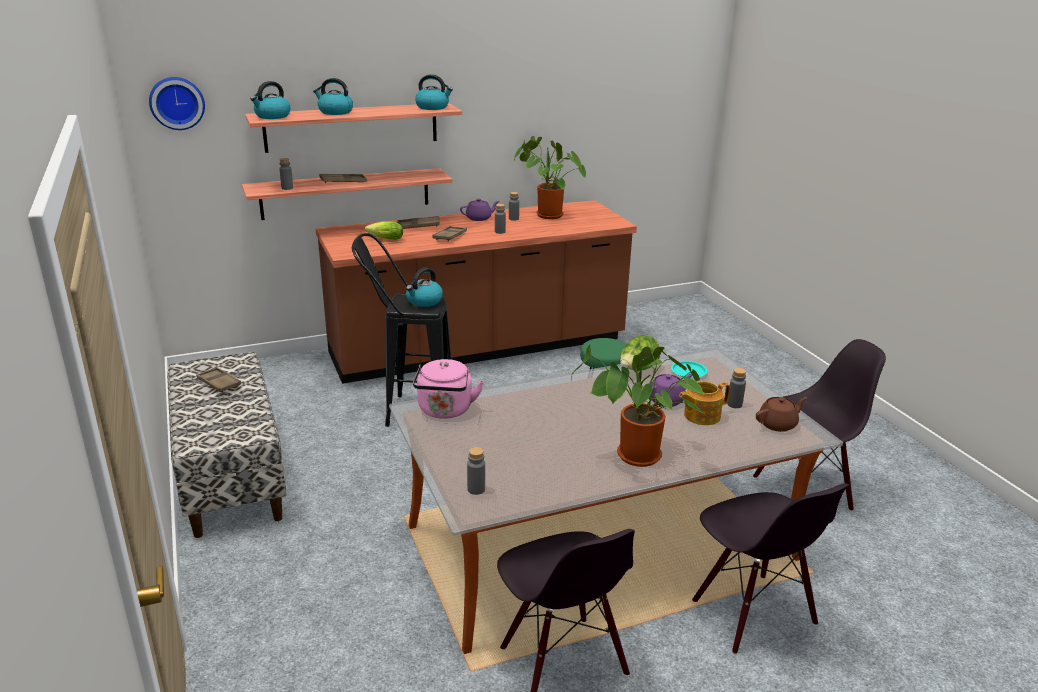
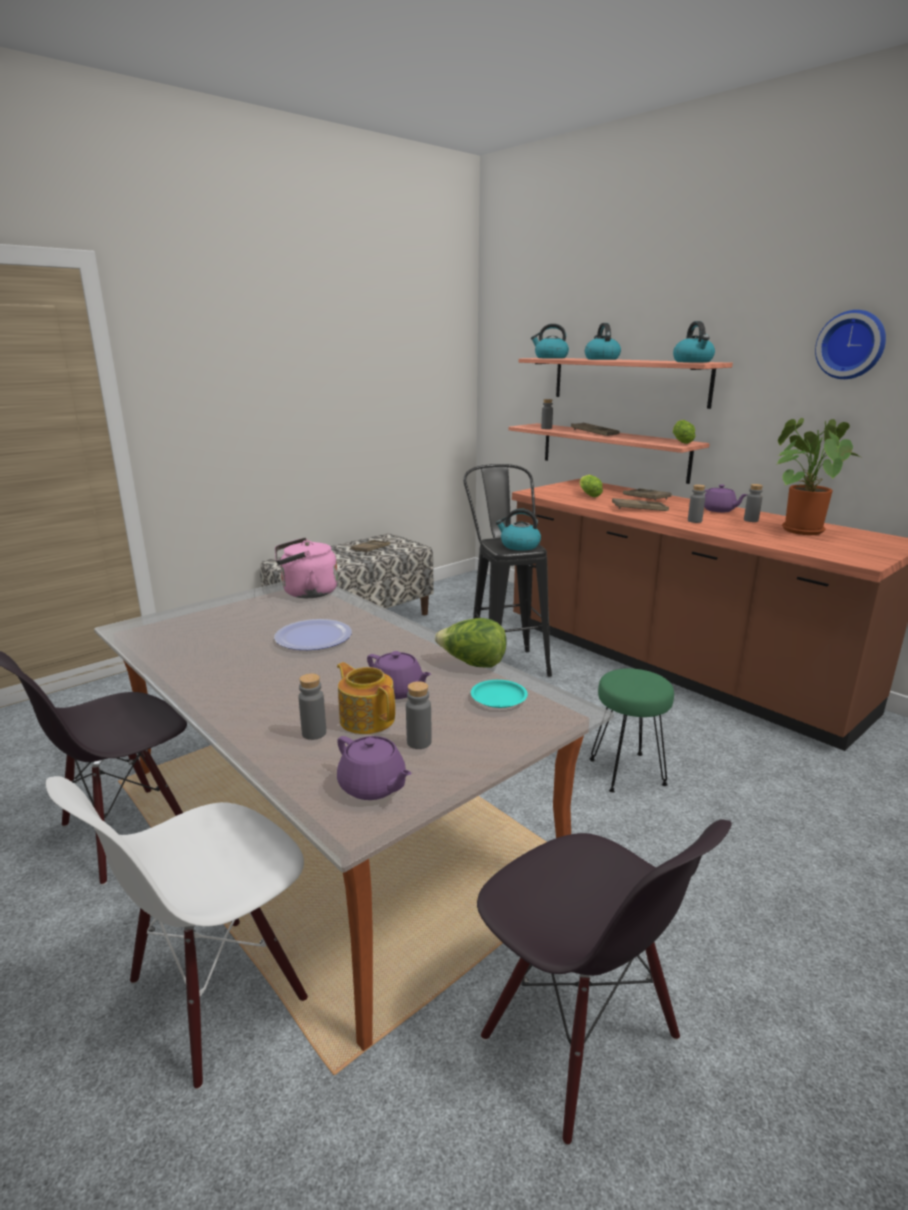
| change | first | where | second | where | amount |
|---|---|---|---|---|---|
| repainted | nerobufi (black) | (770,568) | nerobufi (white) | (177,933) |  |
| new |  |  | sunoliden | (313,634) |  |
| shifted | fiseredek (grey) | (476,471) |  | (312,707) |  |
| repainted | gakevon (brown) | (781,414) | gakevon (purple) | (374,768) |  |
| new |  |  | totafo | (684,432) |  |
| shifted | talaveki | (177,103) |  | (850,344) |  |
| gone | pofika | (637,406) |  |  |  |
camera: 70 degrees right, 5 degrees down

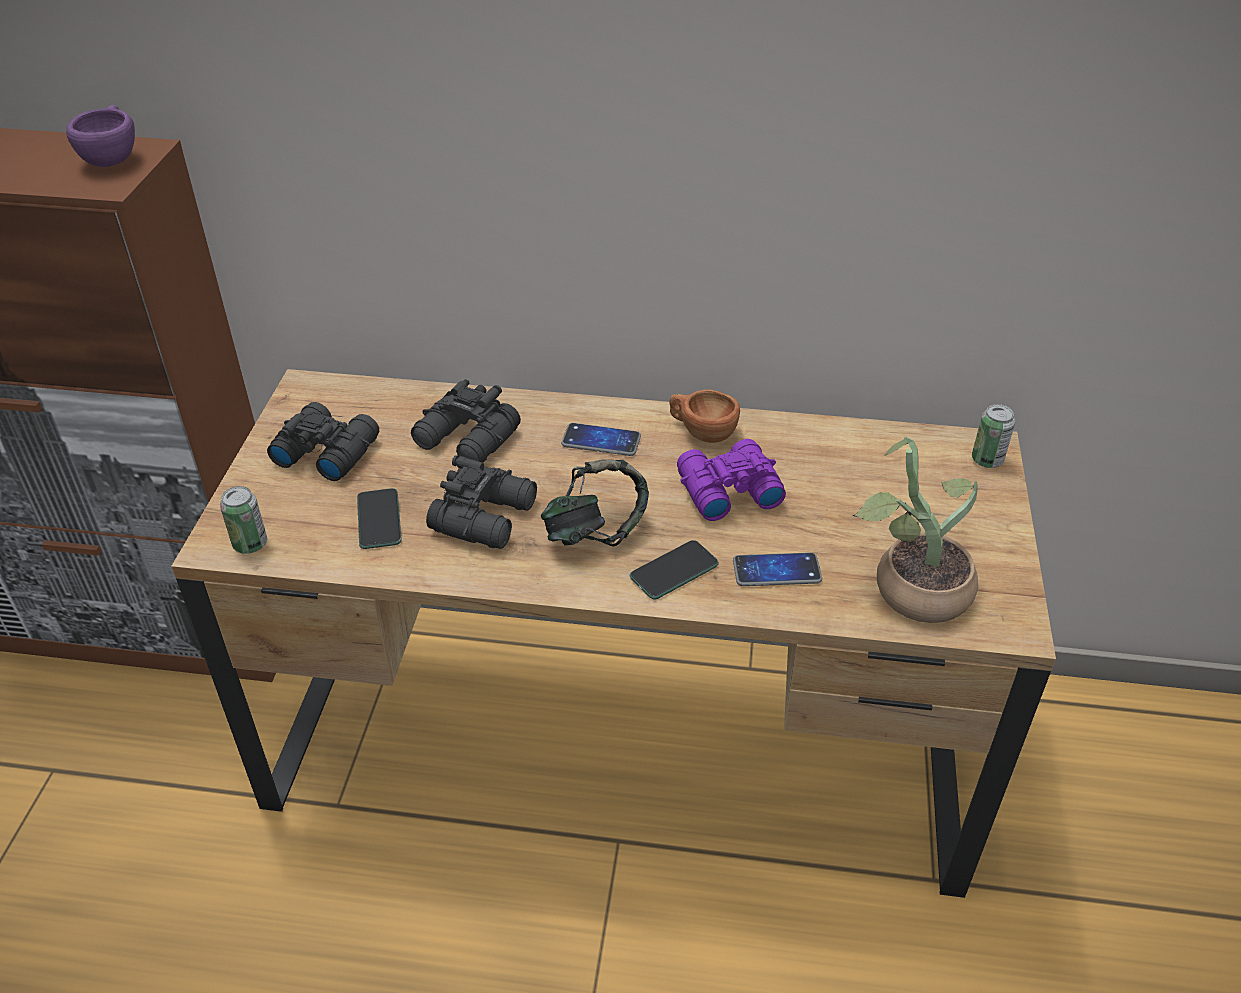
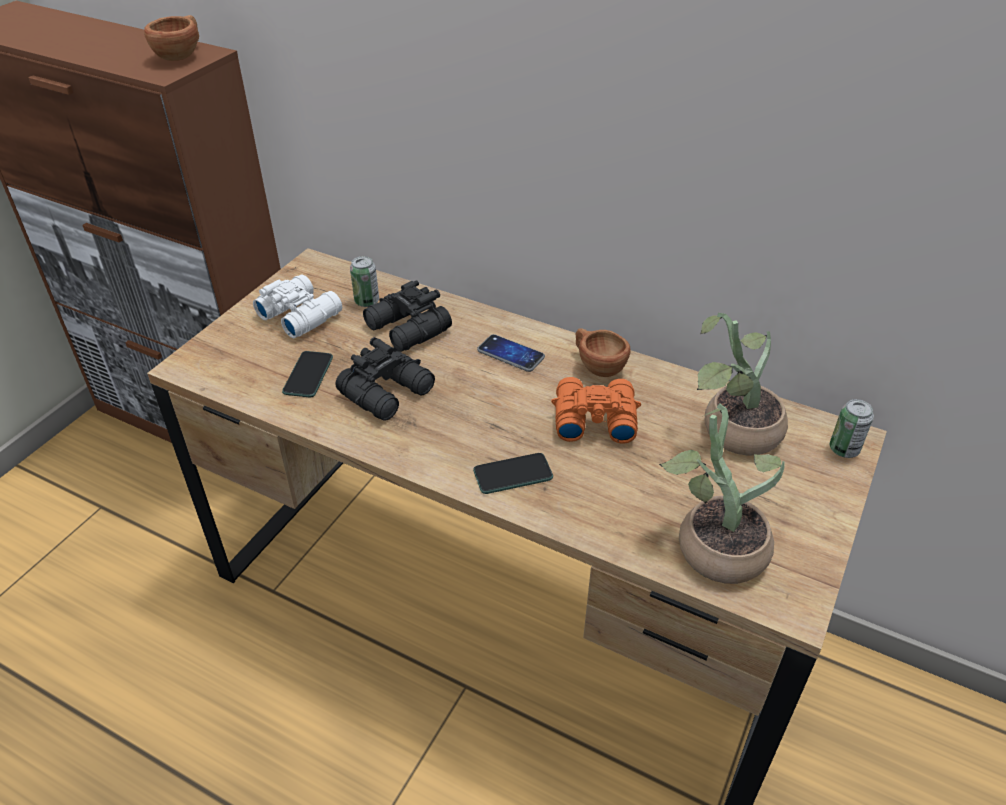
| change | first | where | second | where | amount |
|---|---|---|---|---|---|
| repainted | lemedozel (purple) | (100,136) | lemedozel (brown) | (171,38) |  |
| repainted | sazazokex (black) | (323,441) | sazazokex (white) | (297,306) |  |
| shifted | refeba | (243,520) |  | (364,281) |  |
| repainted | sazazokex (purple) | (731,480) | sazazokex (orange) | (596,410) |  |
| new |  |  | pofika | (742,384) |  |
| gone | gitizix | (595,502) |  |  |  |
| gone | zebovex | (777,569) |  |  |  |
camera: 20 degrees right, 0 degrees up

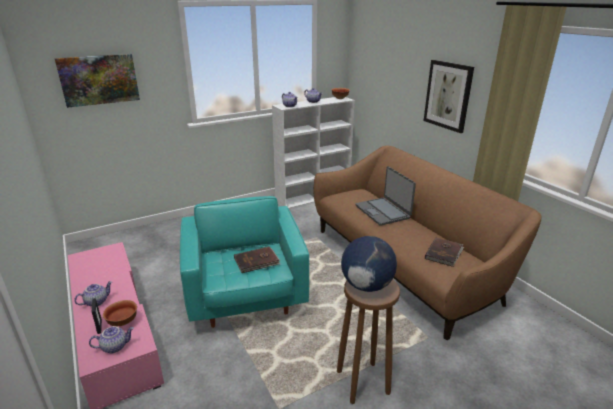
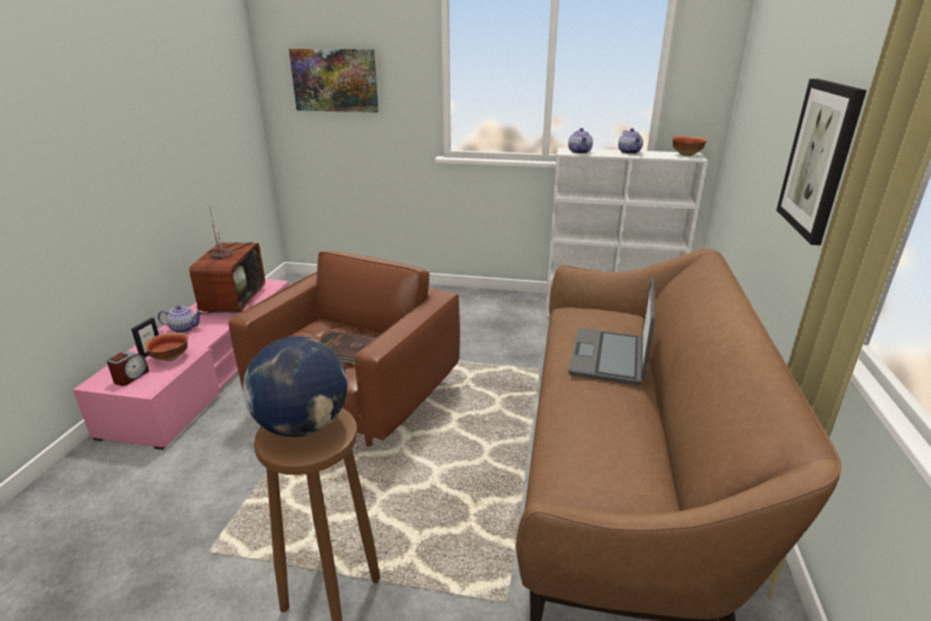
| change | first | where | second | where | amount |
|---|---|---|---|---|---|
| swapped | gakevon | (111,339) | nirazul | (128,368) |  |
| new |  |  | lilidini | (227,259) |  |
| repainted | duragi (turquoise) | (244,262) | duragi (brown) | (344,349) |  |
| gone | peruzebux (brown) | (444,252) |  |  |  |
camera: 40 degrees right, 0 degrees up

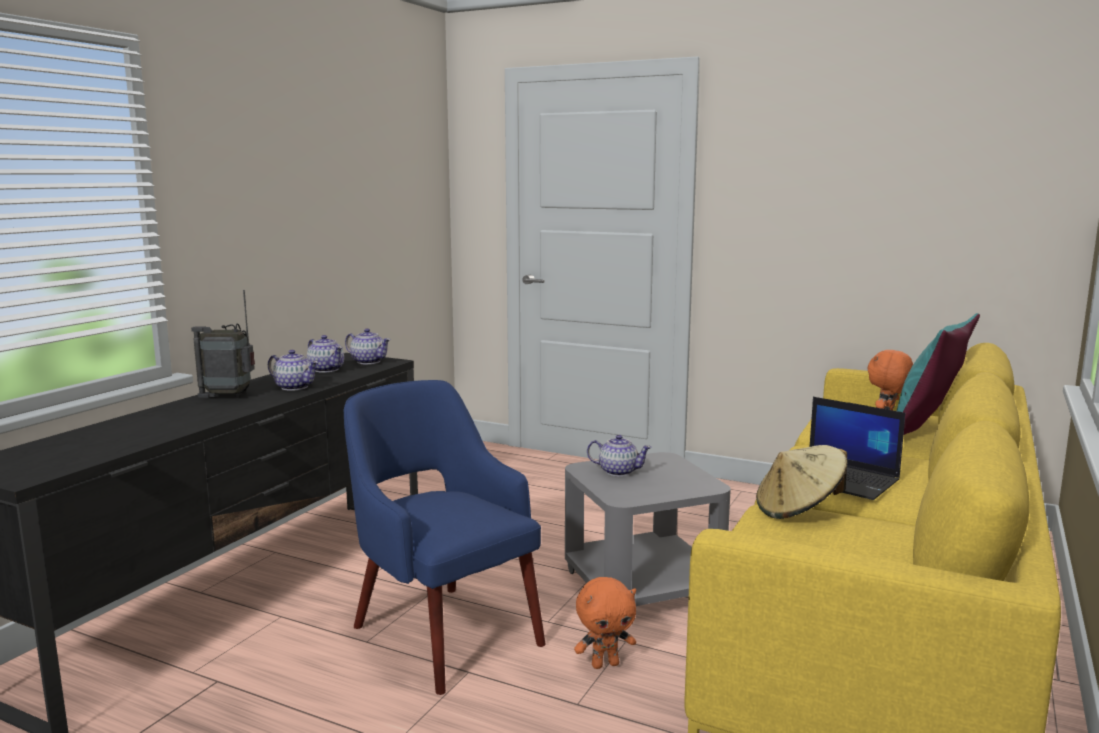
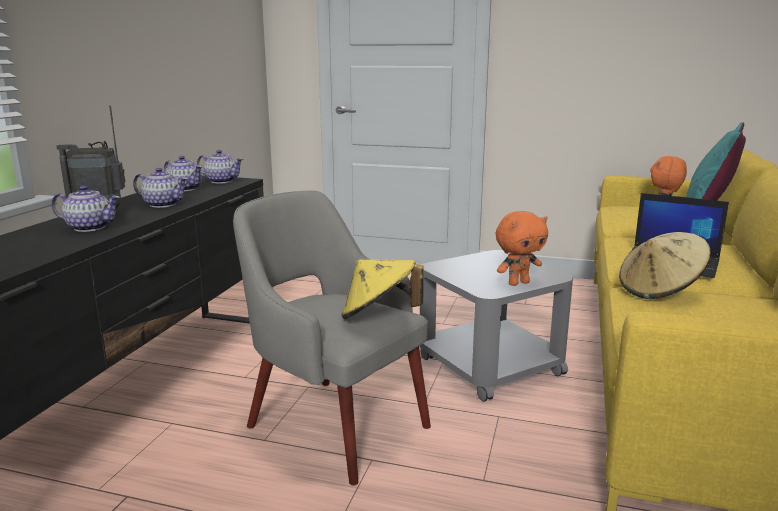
| change | first | where | second | where | amount |
|---|---|---|---|---|---|
| shifted | gakevon | (619,455) |  | (85,208) |  |
| repainted | duragi (blue) | (444,537) | duragi (grey) | (332,338) |  |
| new |  |  | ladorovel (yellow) | (382,289) |  |
| shifted | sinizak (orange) | (605,623) |  | (522,248) |  |
camera: 10 degrees left, 5 degrees up

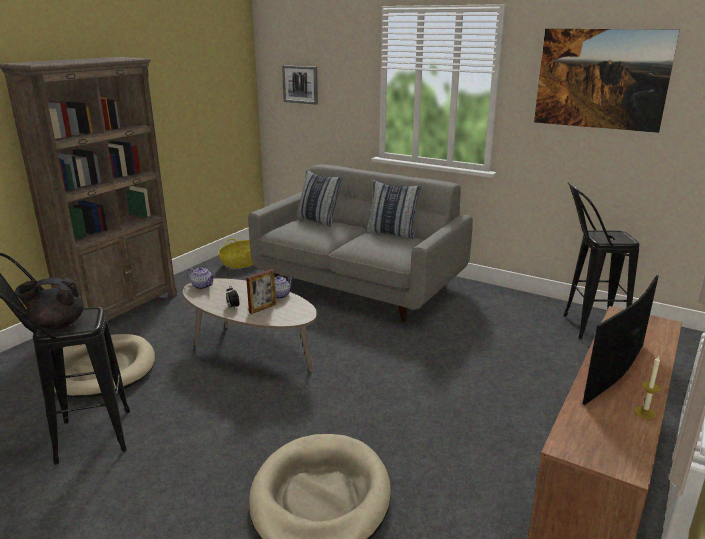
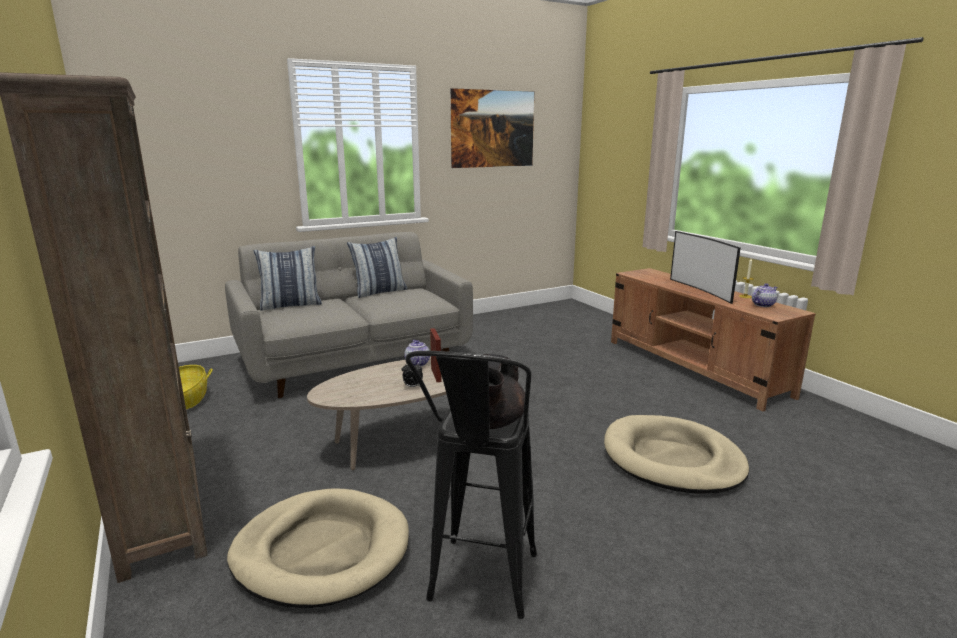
| change | first | where | second | where | amount |
|---|---|---|---|---|---|
| shifted | gakevon | (201,278) |  | (765,295) |  |
| gone | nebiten | (300,85) |  |  |  |
| gone | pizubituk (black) | (601,260) |  |  |  |
camera: 60 degrees left, 5 degrees down

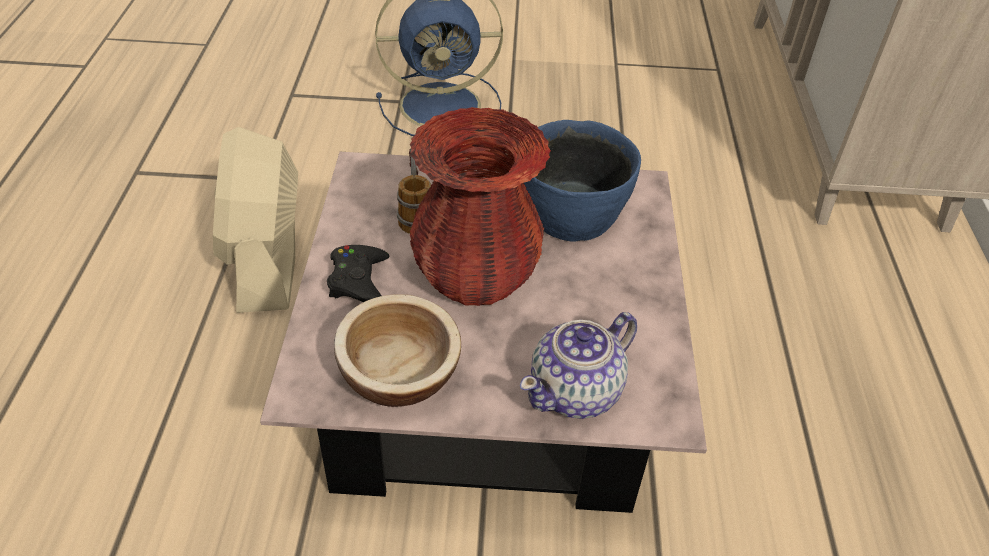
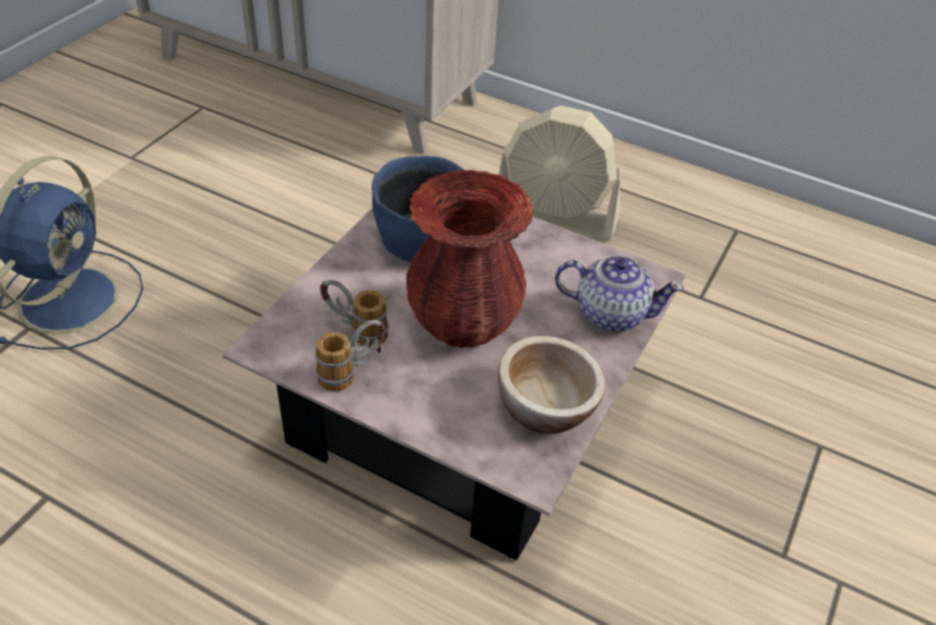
| change | first | where | second | where | amount |
|---|---|---|---|---|---|
| new |  |  | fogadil | (350,355) |  |
| shifted | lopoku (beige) | (255,220) |  | (559,173) |  |
| rotated | gakevon | (578,365) |  | (619,293) | 60 degrees counterclockwise |
| gone | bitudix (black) | (358,273) |  |  |  |
camera: 65 degrees left, 0 degrees up

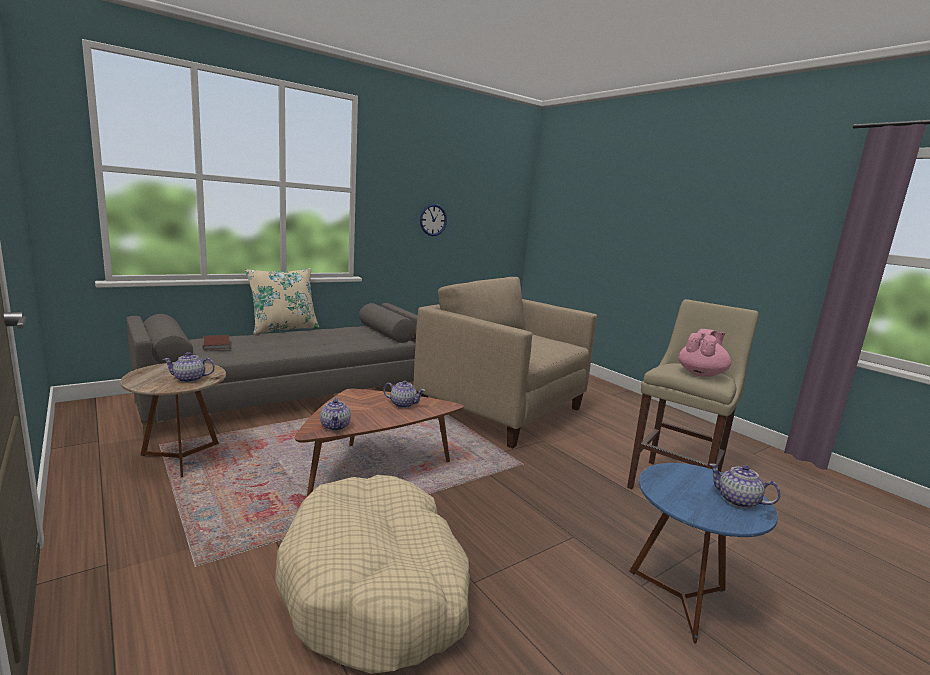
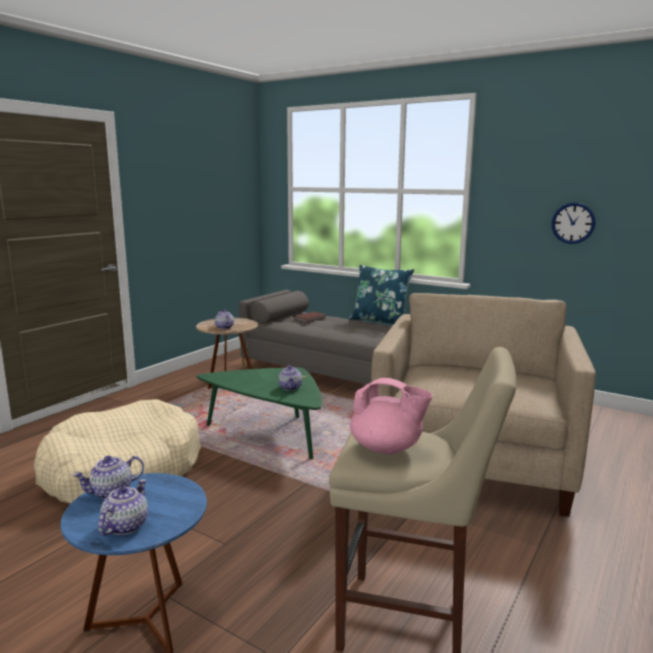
| change | first | where | second | where | amount |
|---|---|---|---|---|---|
| shifted | gakevon | (335,414) |  | (108,477) |  |
| repainted | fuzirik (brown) | (379,443) | fuzirik (green) | (259,413) |  |
| repainted | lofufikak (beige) | (282,301) | lofufikak (blue) | (381,294) |  |
camera: 70 degrees right, 0 degrees up

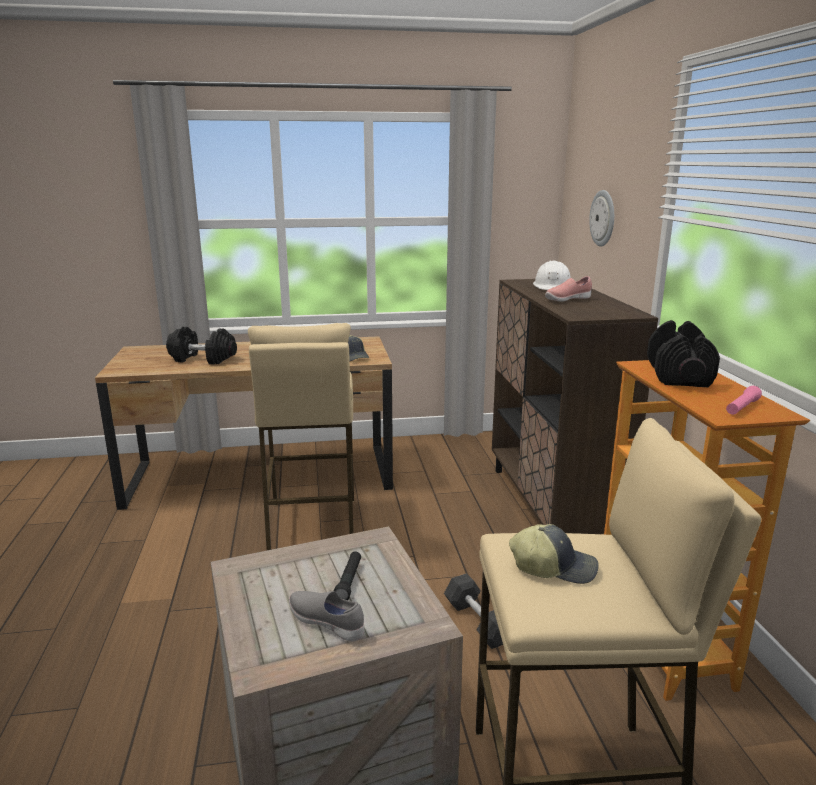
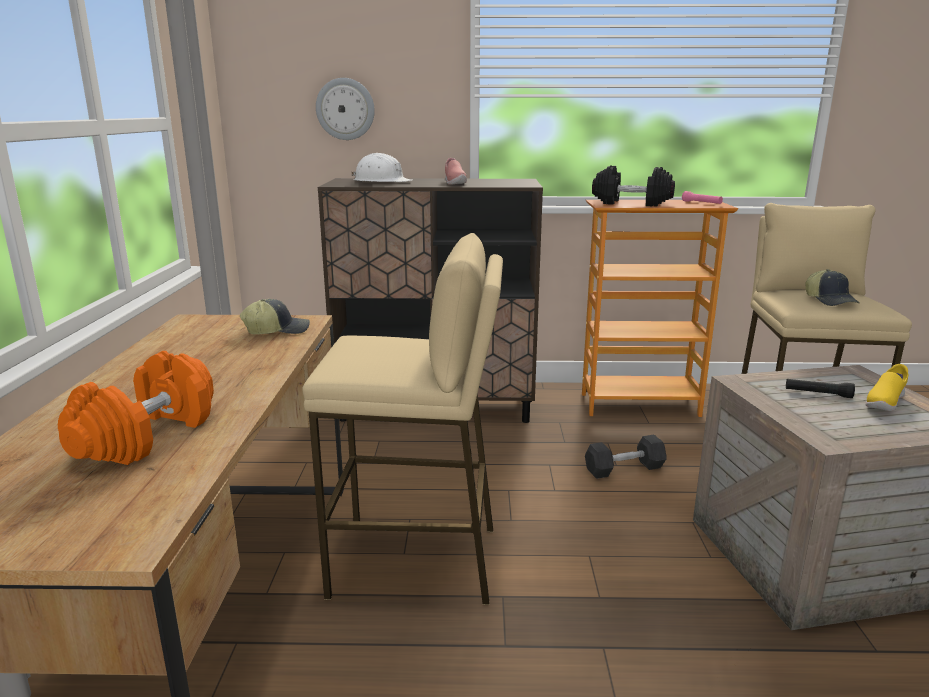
| change | first | where | second | where | amount |
|---|---|---|---|---|---|
| repainted | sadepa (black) | (201,345) | sadepa (orange) | (136,408) |  |
| rotated | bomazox | (554,554) |  | (833,287) | 150 degrees clockwise |
| repainted | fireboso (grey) | (327,616) | fireboso (yellow) | (887,387) |  |
camera: 80 degrees left, 0 degrees up

